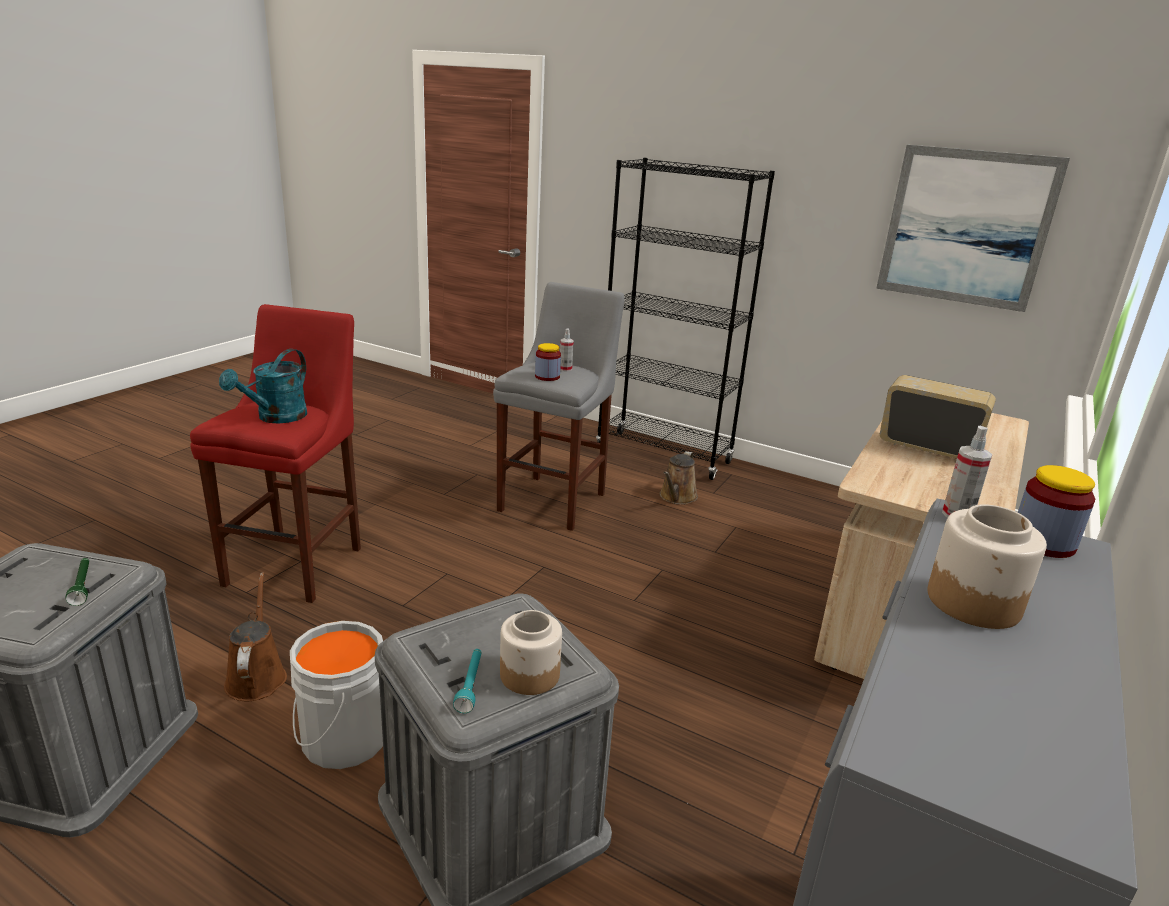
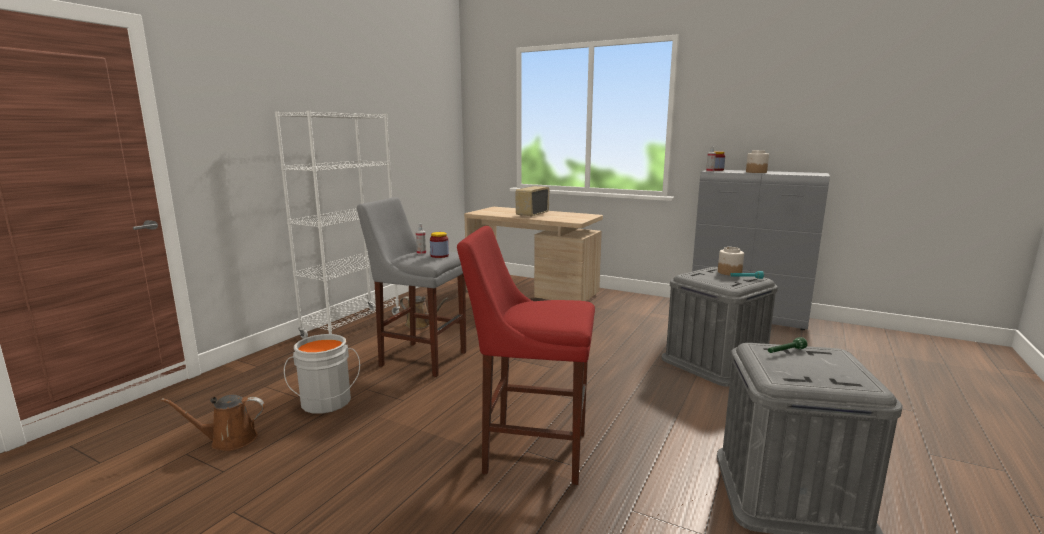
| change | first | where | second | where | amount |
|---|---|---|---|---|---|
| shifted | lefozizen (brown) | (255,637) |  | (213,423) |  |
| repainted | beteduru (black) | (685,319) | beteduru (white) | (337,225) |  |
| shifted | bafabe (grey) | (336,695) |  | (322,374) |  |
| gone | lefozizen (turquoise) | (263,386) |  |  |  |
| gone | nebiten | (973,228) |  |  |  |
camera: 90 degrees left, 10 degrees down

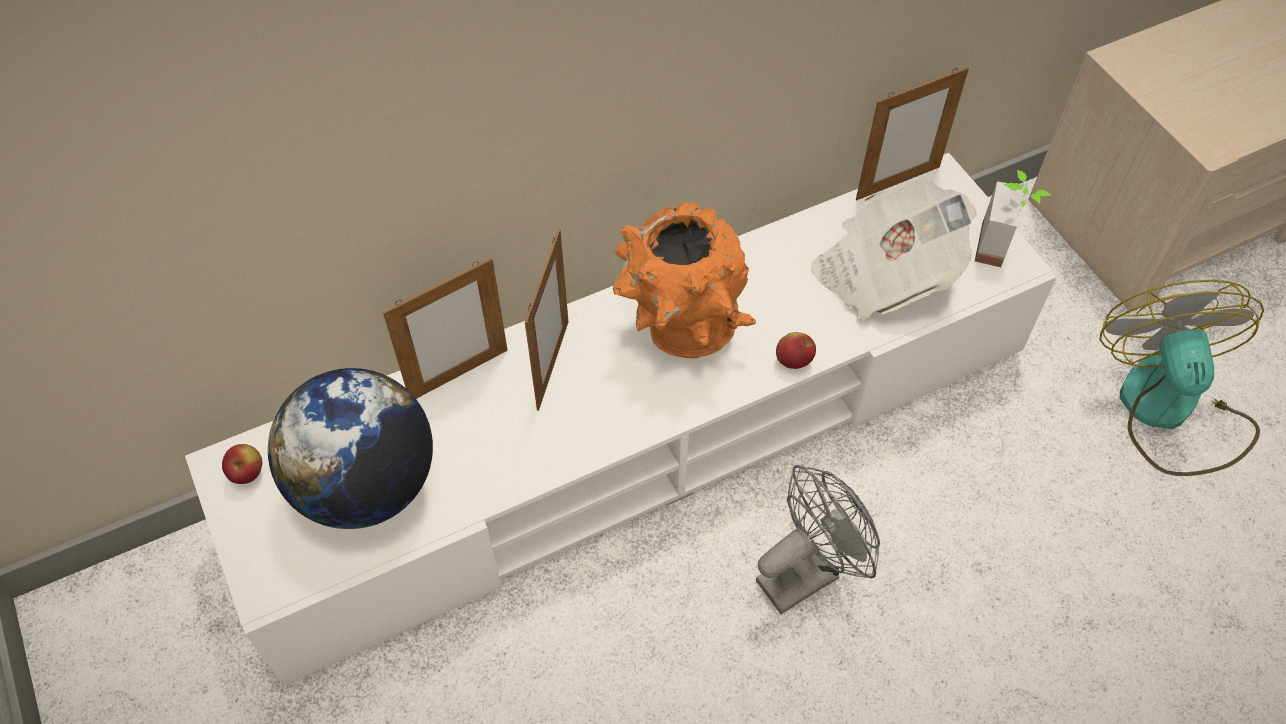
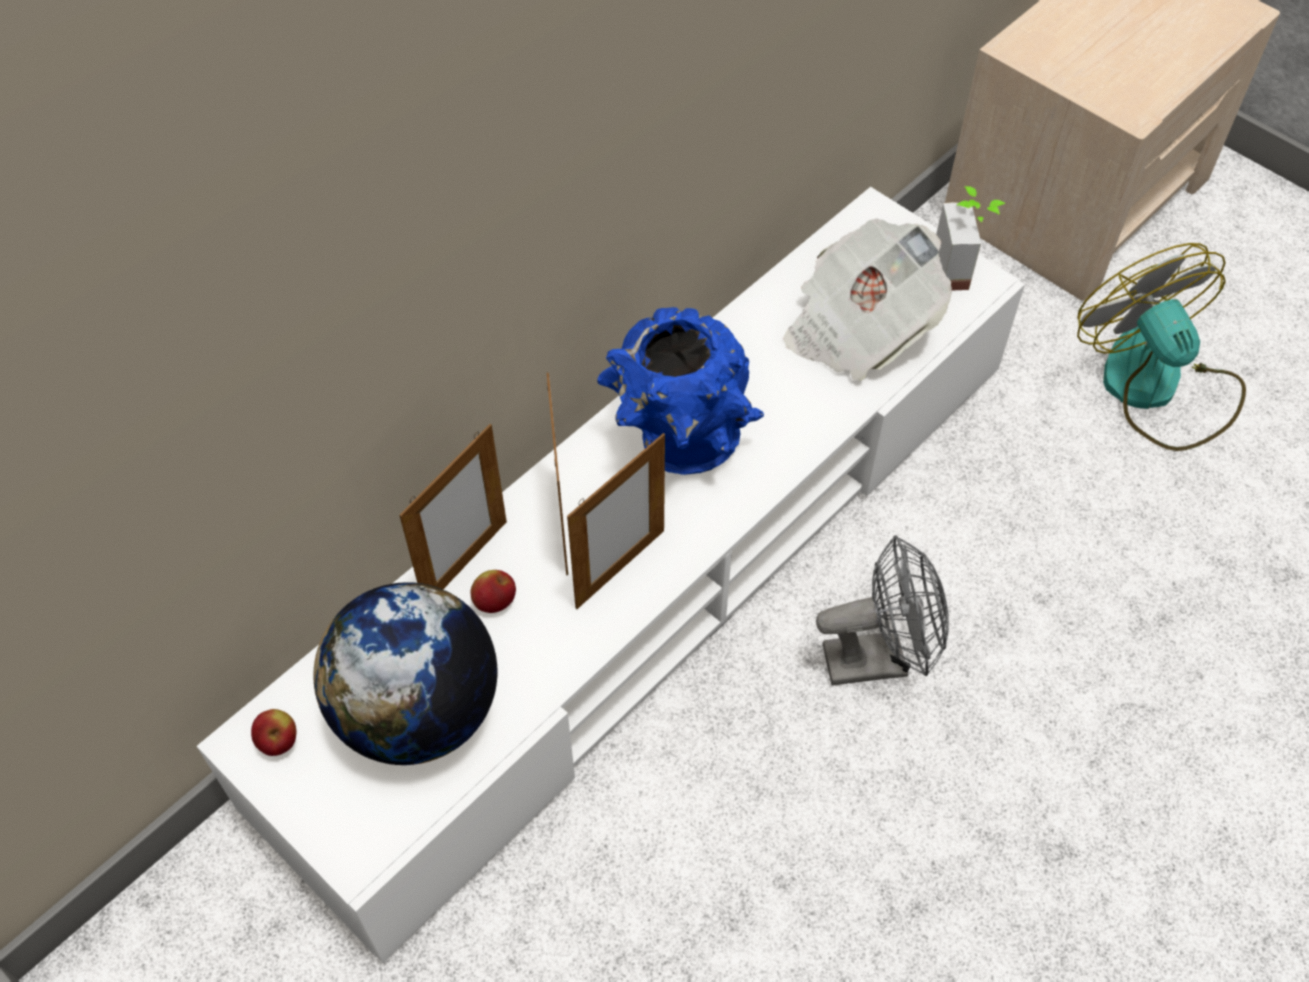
| change | first | where | second | where | amount |
|---|---|---|---|---|---|
| shifted | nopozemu | (796,350) |  | (493,591) |  |
| shifted | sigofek | (912,133) |  | (616,521) |  |
| repainted | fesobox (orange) | (684,280) | fesobox (blue) | (680,391) |  |
| rotated | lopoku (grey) | (818,539) |  | (882,610) | 45 degrees clockwise |
camera: 20 degrees left, 0 degrees up

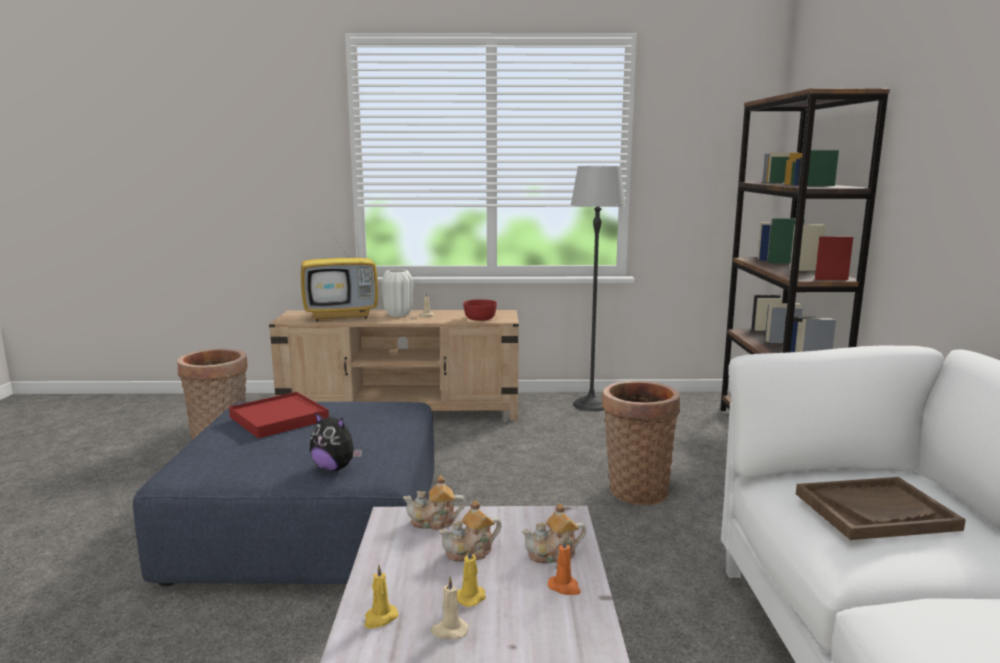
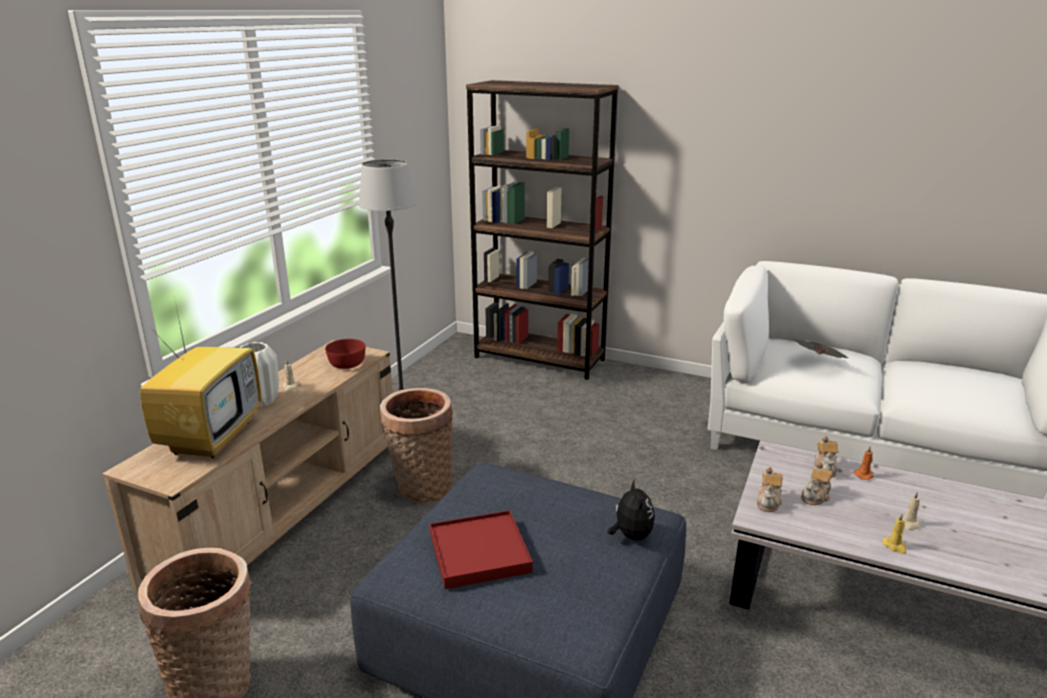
| change | first | where | second | where | amount |
|---|---|---|---|---|---|
| shifted | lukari | (641,443) |  | (416,445) |  |
| rotated | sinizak | (336,441) |  | (631,509) | 60 degrees counterclockwise |
| swapped | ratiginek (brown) | (881,508) | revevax | (820,348) |  |
| rotated | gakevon | (470,530) |  | (817,483) | 45 degrees clockwise |
| gone | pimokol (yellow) | (471,577) |  |  |  |
camera: 65 degrees left, 10 degrees up

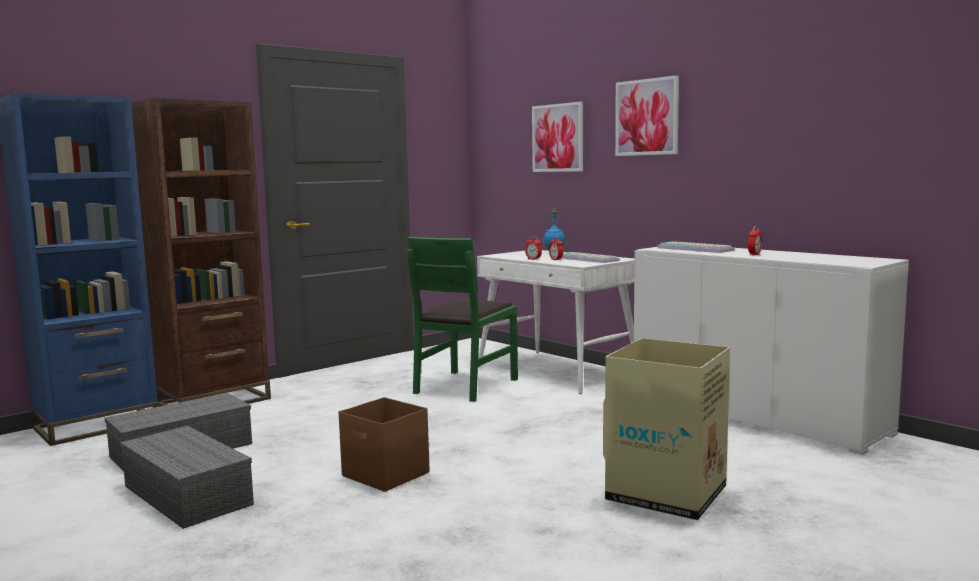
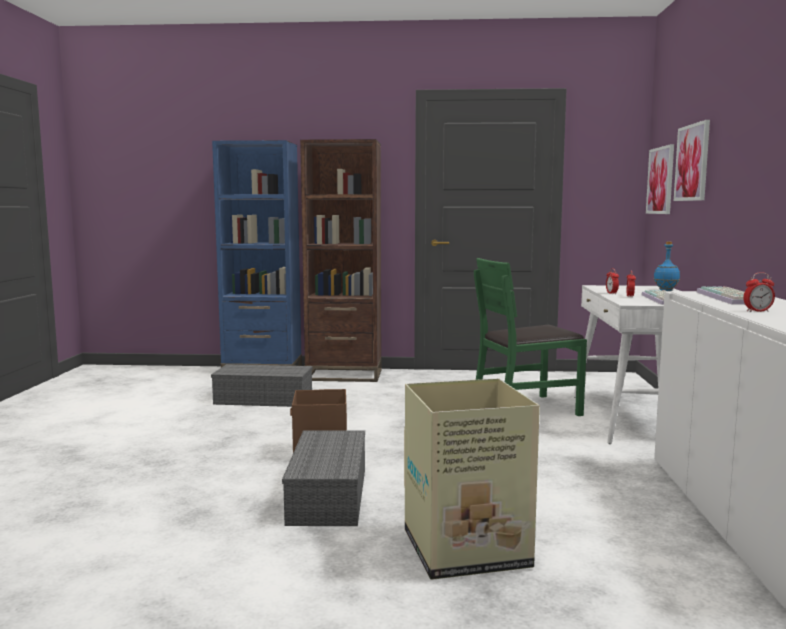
| change | first | where | second | where | amount |
|---|---|---|---|---|---|
| shifted | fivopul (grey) | (187,477) |  | (323,478) |  |
| shifted | nebiten | (647,115) |  | (660,179) |  |
camera: 45 degrees right, 0 degrees up

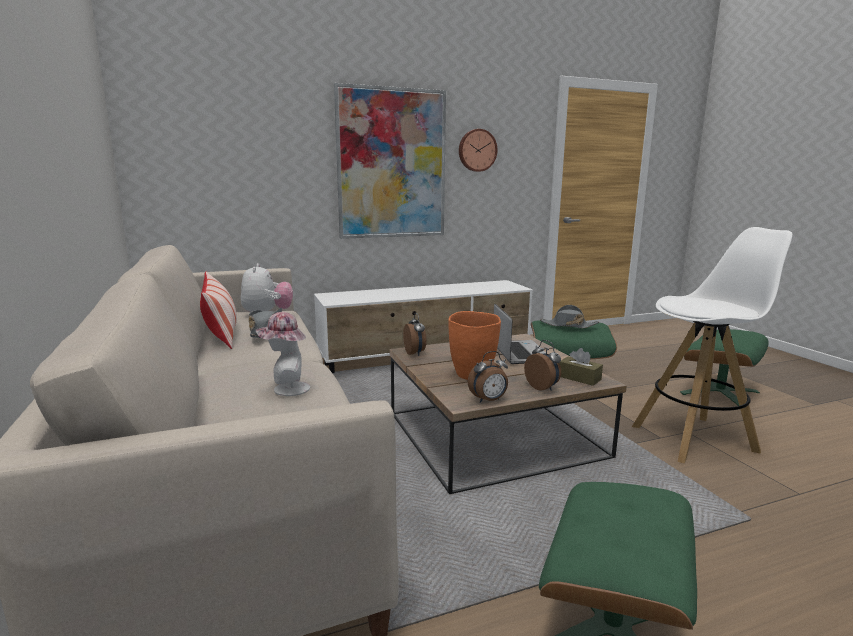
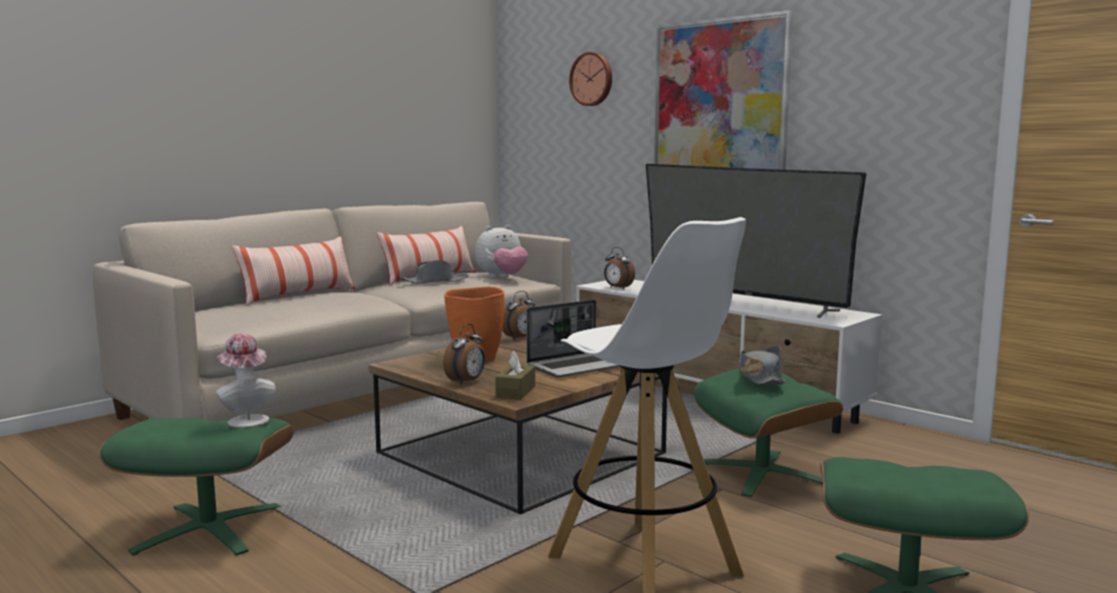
| change | first | where | second | where | amount |
|---|---|---|---|---|---|
| shifted | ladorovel | (283,354) |  | (246,380) |  |
| new |  |  | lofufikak | (294,270) |  |
| shifted | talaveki | (478,150) |  | (590,79) |  |
| shifted | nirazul | (488,377) |  | (619,268) |  |
| new |  |  | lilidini | (756,241) |  |
camera: 65 degrees right, 5 degrees down

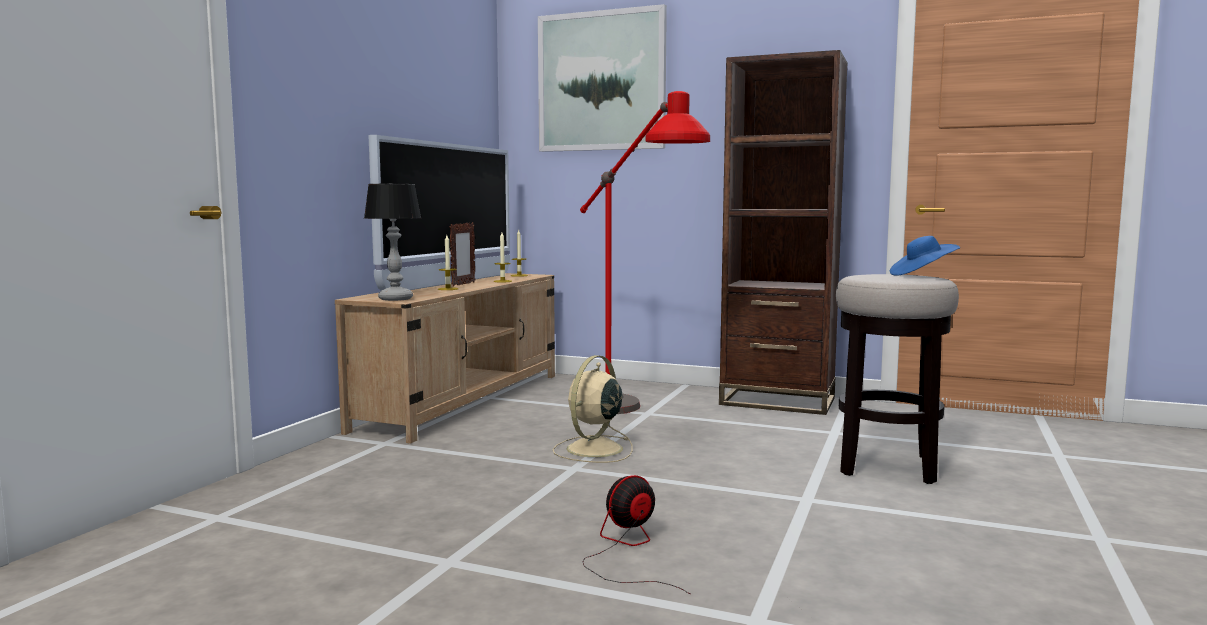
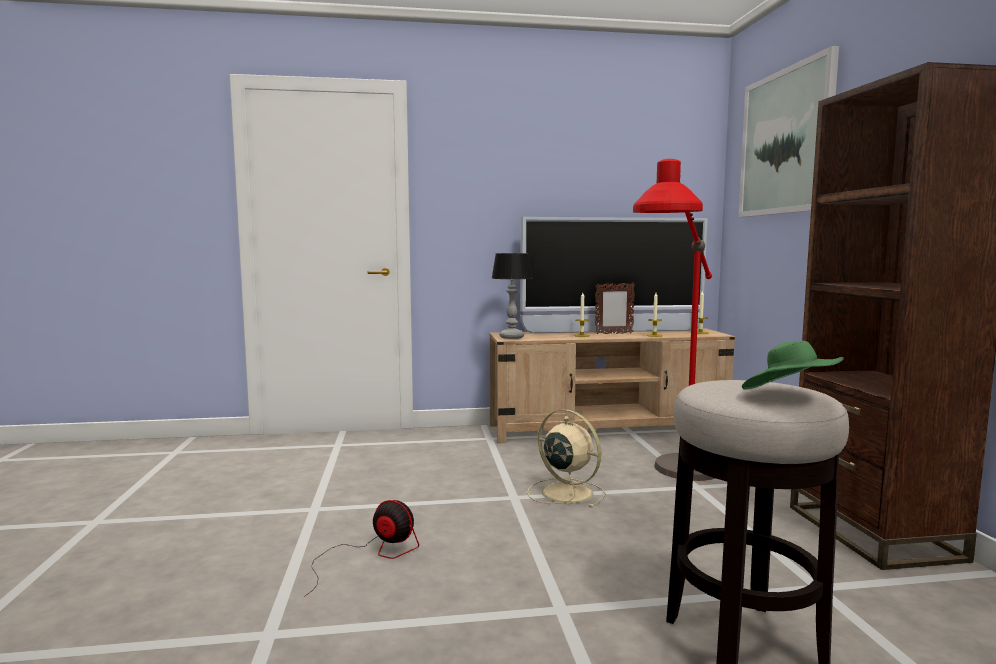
| change | first | where | second | where | amount |
|---|---|---|---|---|---|
| rotated | lopoku (beige) | (592,409) |  | (566,458) | 45 degrees clockwise |
| repainted | ladorovel (blue) | (925,256) | ladorovel (green) | (793,365) |  |
camera: 60 degrees right, 0 degrees up

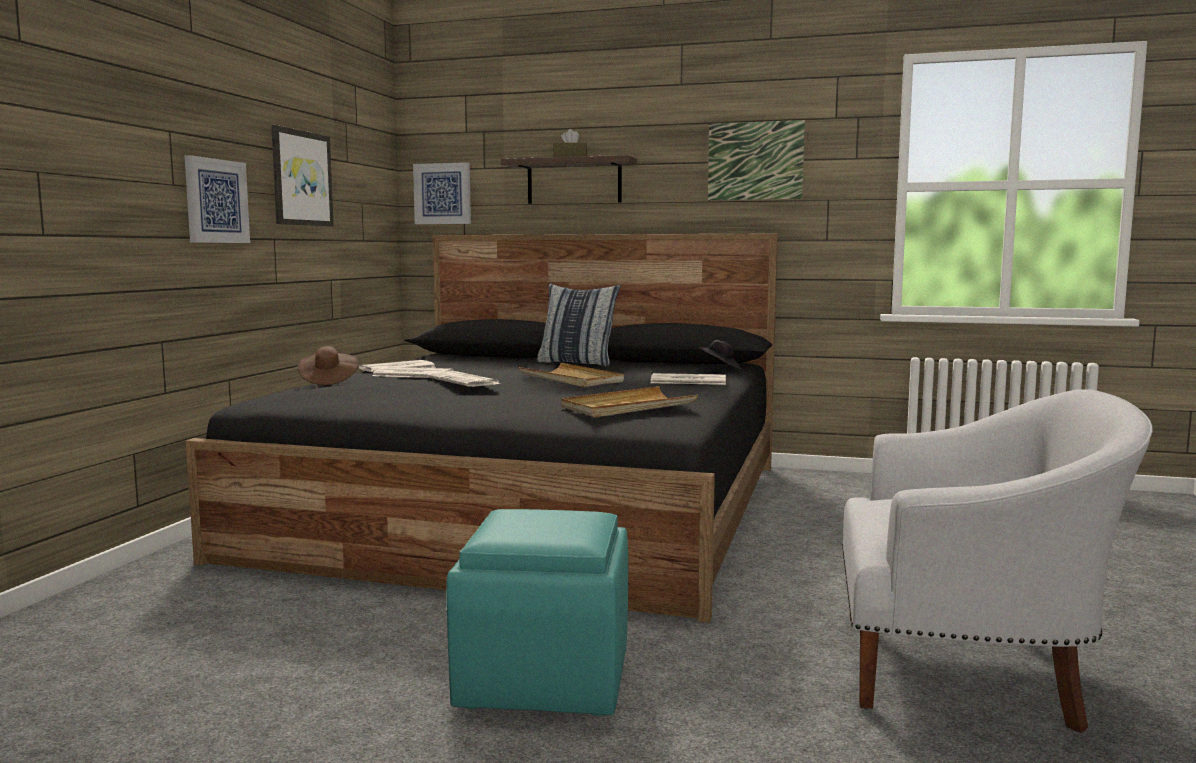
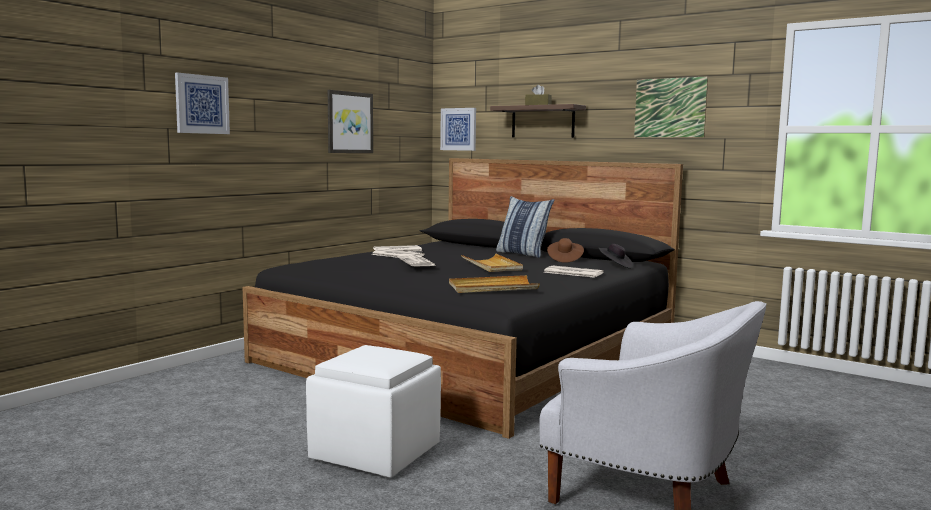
| change | first | where | second | where | amount |
|---|---|---|---|---|---|
| shifted | nebiten | (217,199) |  | (202,103) |  |
| repainted | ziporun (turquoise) | (537,612) | ziporun (white) | (373,411) |  |
| shifted | ladorovel (brown) | (328,365) |  | (565,250) |  |
camera: 20 degrees right, 0 degrees up

